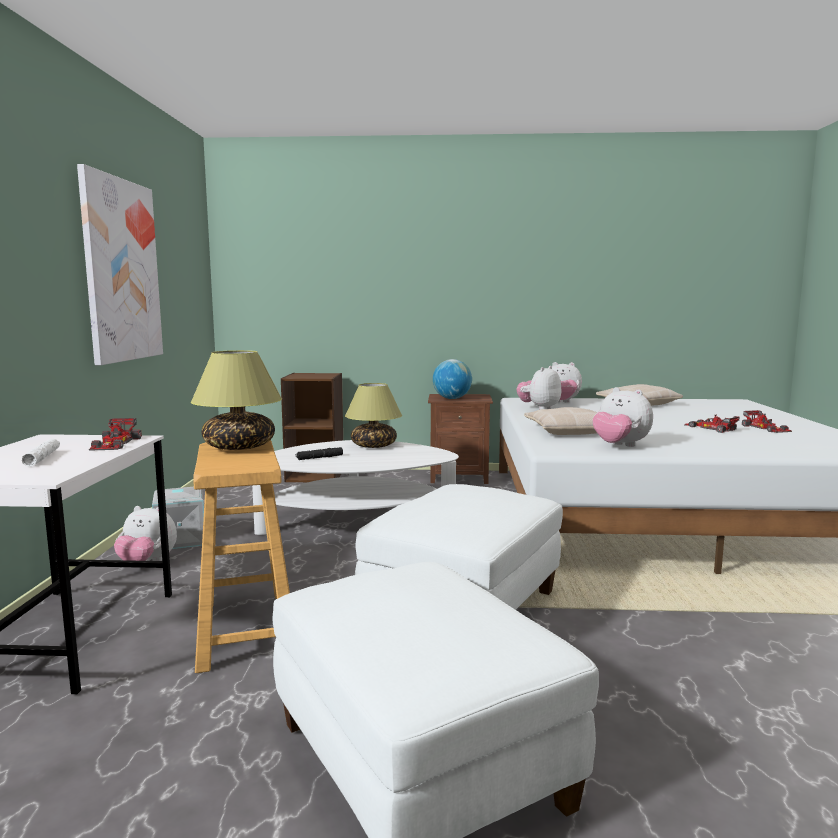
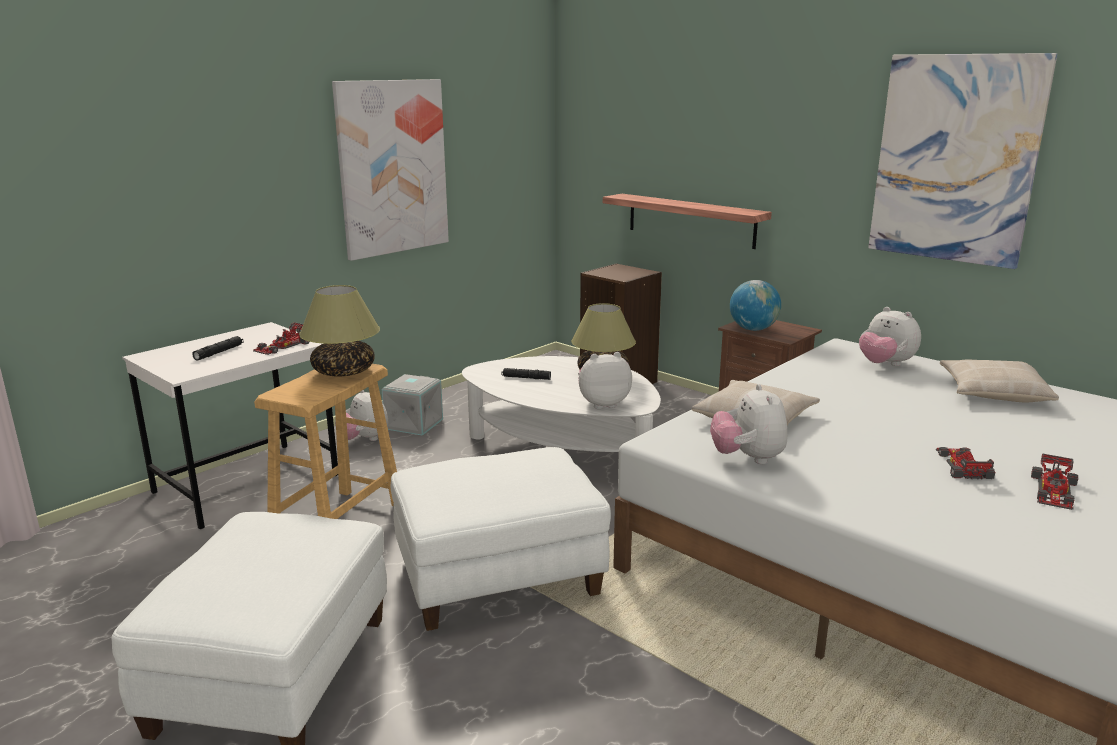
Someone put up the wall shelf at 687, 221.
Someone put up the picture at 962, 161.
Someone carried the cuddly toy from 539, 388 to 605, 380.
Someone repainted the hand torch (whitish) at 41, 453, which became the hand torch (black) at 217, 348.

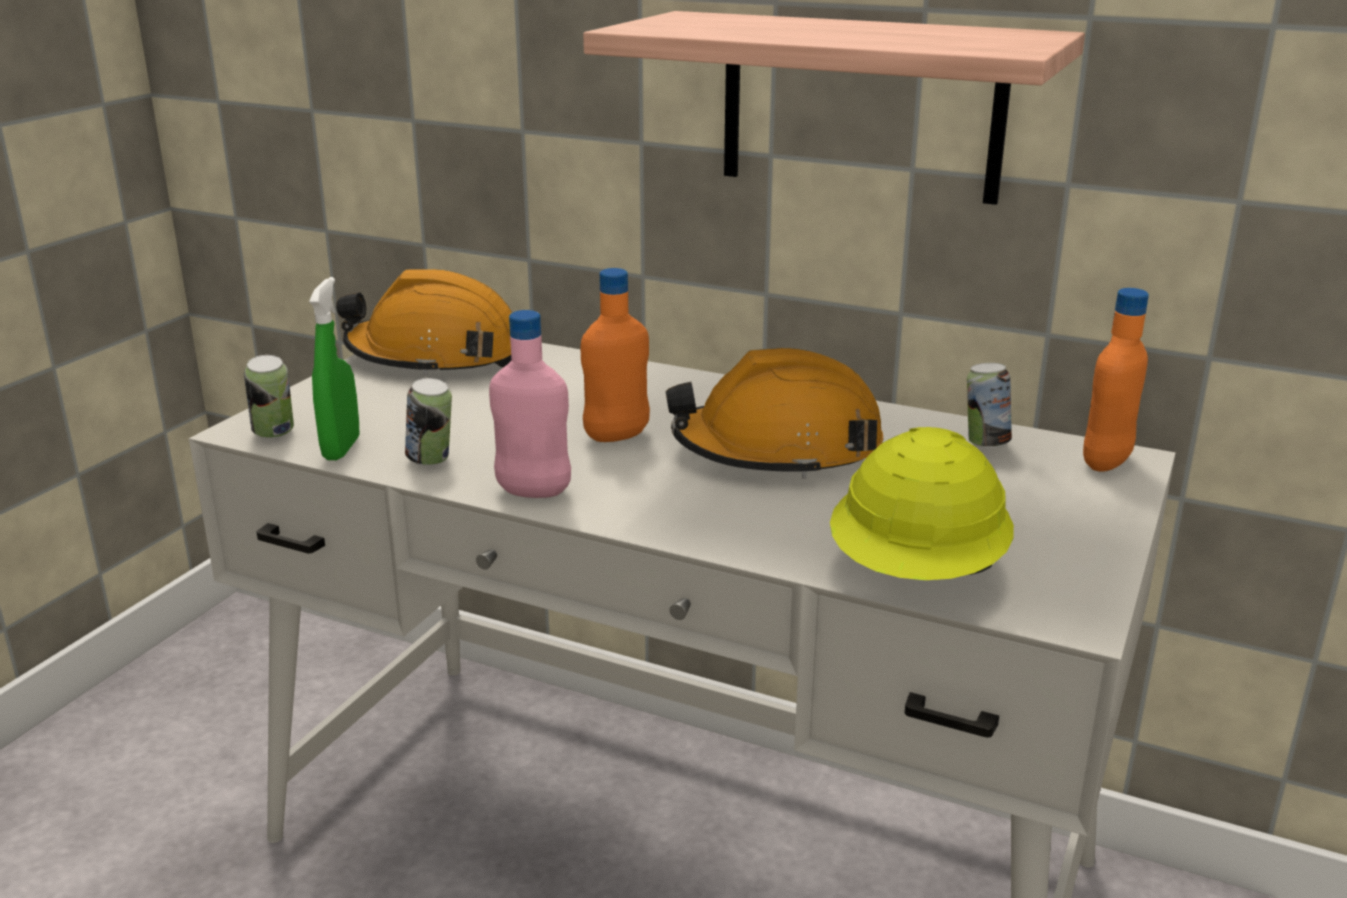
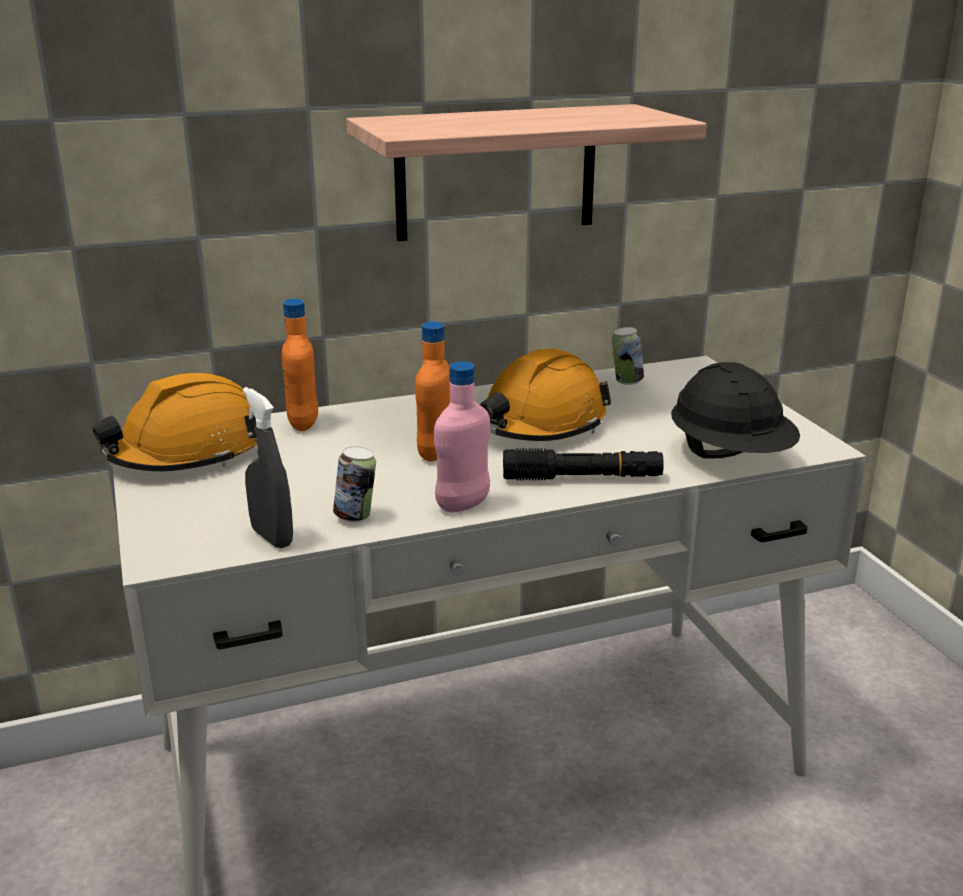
Someone took away the sealed can at 269, 397.
Someone put down the hand torch (black) at 583, 464.
Someone carried the beverage bottle (orange-coloured) from 1116, 380 to 300, 365.
Someone repainted the spray bottle (greenish) at 334, 368, which became the spray bottle (greyish) at 268, 467.
Someone repainted the work helmet (yellow) at 922, 503, which became the work helmet (black) at 735, 410.

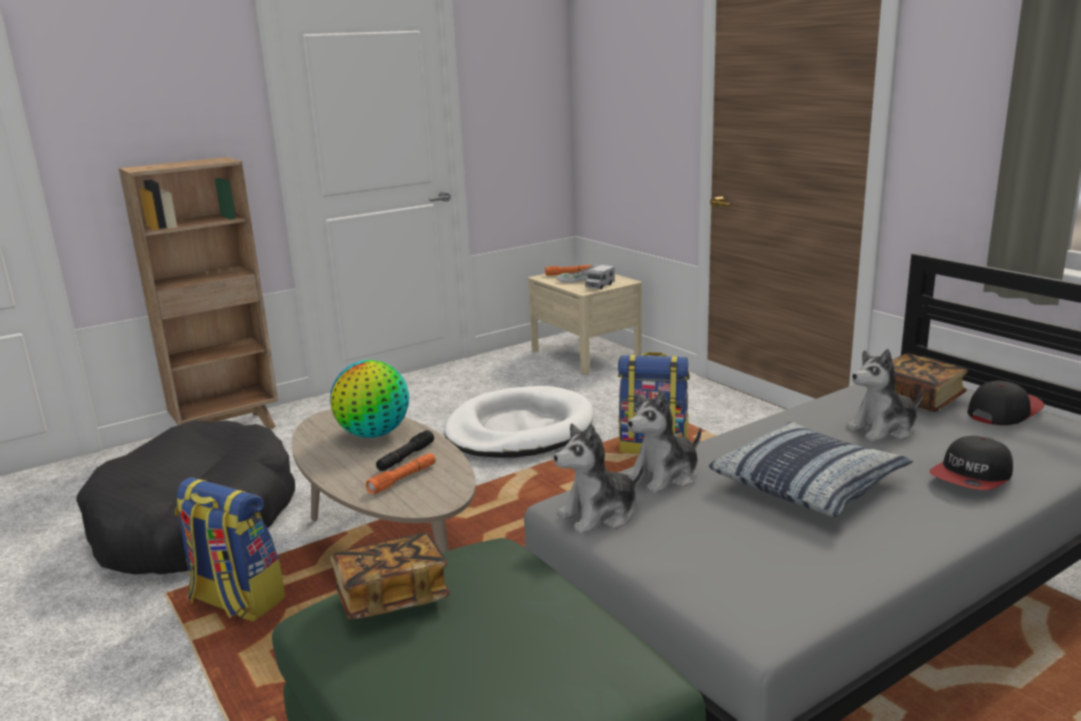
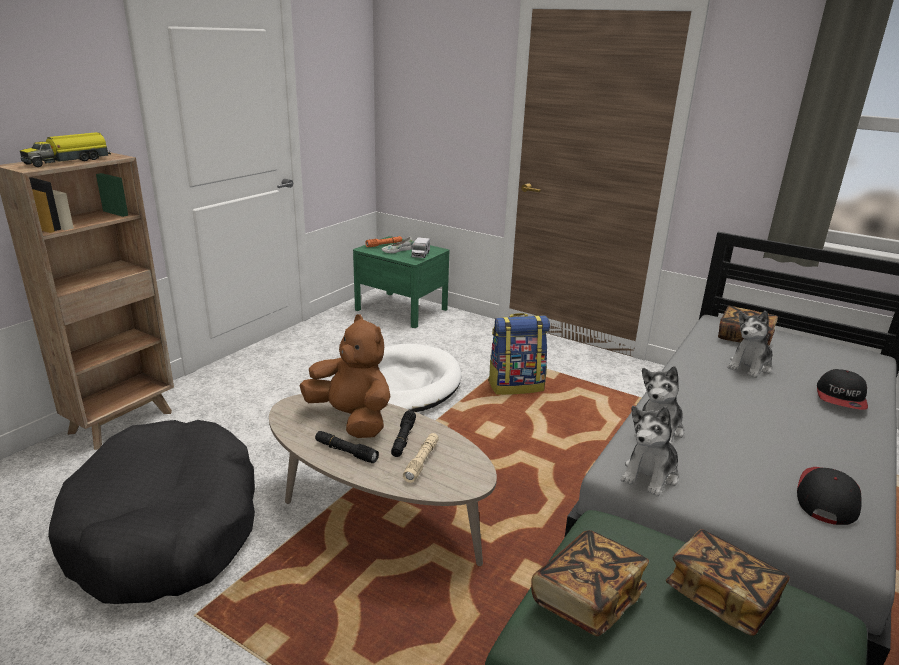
Someone took away the knapsack at 230, 549.
Someone took away the cushion at 811, 469.
Someone put down the toy truck at 65, 149.
Someone put down the hand torch (black) at 347, 447.
Someone put down the volume at 728, 582.
Someone carried the peaked cap from 1005, 402 to 829, 496.
Someone swapped the world globe at 369, 399 for the cuddly toy (brownish) at 345, 376.
Someone repainted the hand torch (orange-coloured) at 401, 473, which became the hand torch (sand-coloured) at 421, 458.
Someone repainted the night table (sand-coloured) at 585, 324, which became the night table (greenish) at 401, 282.

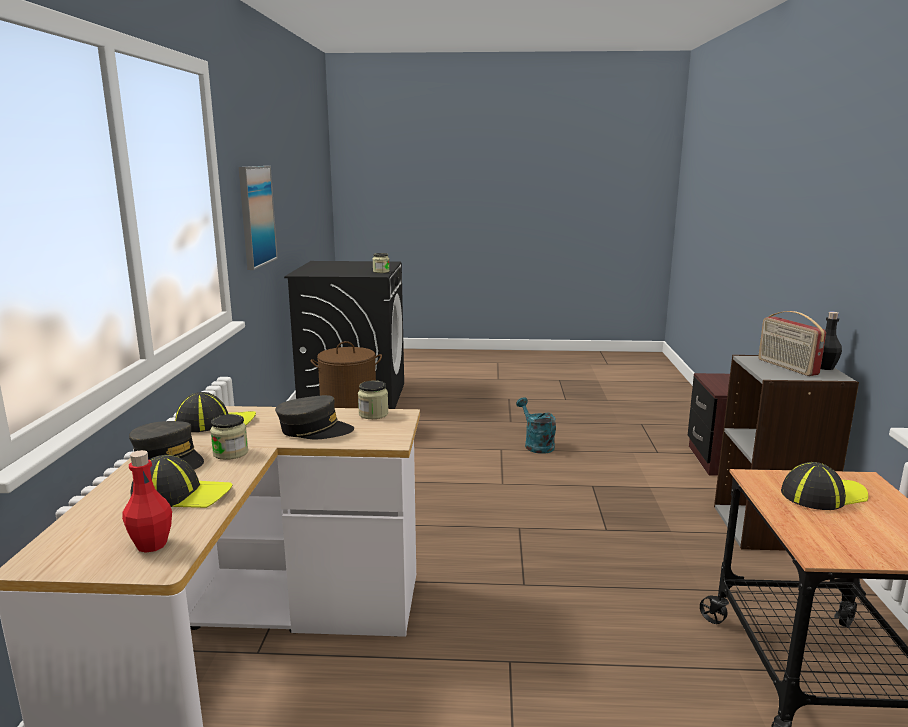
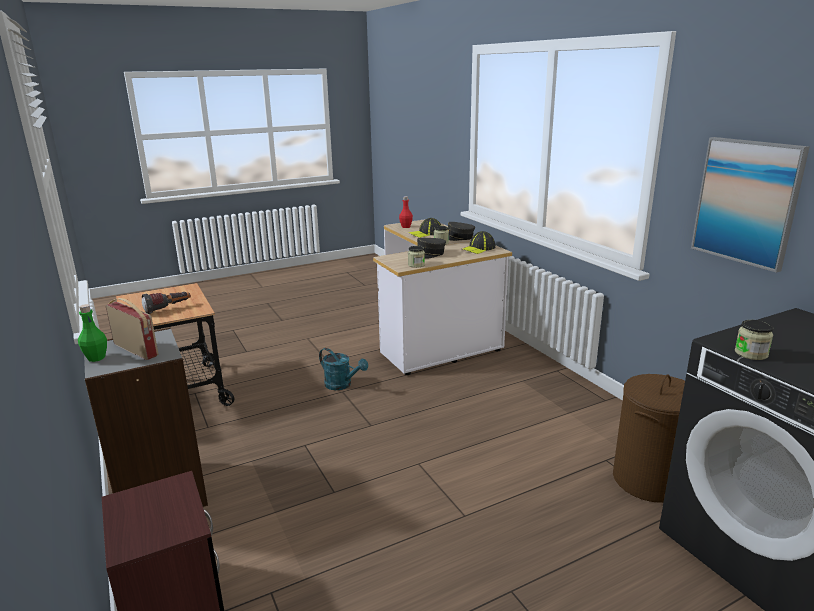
Someone carried the watering can (blue-green) from 536, 425 to 343, 369.
Someone swapped the peaked cap at 824, 486 for the hand torch at 166, 303.
Someone repainted the beverage bottle (black) at 831, 341, which became the beverage bottle (greenish) at 92, 333.

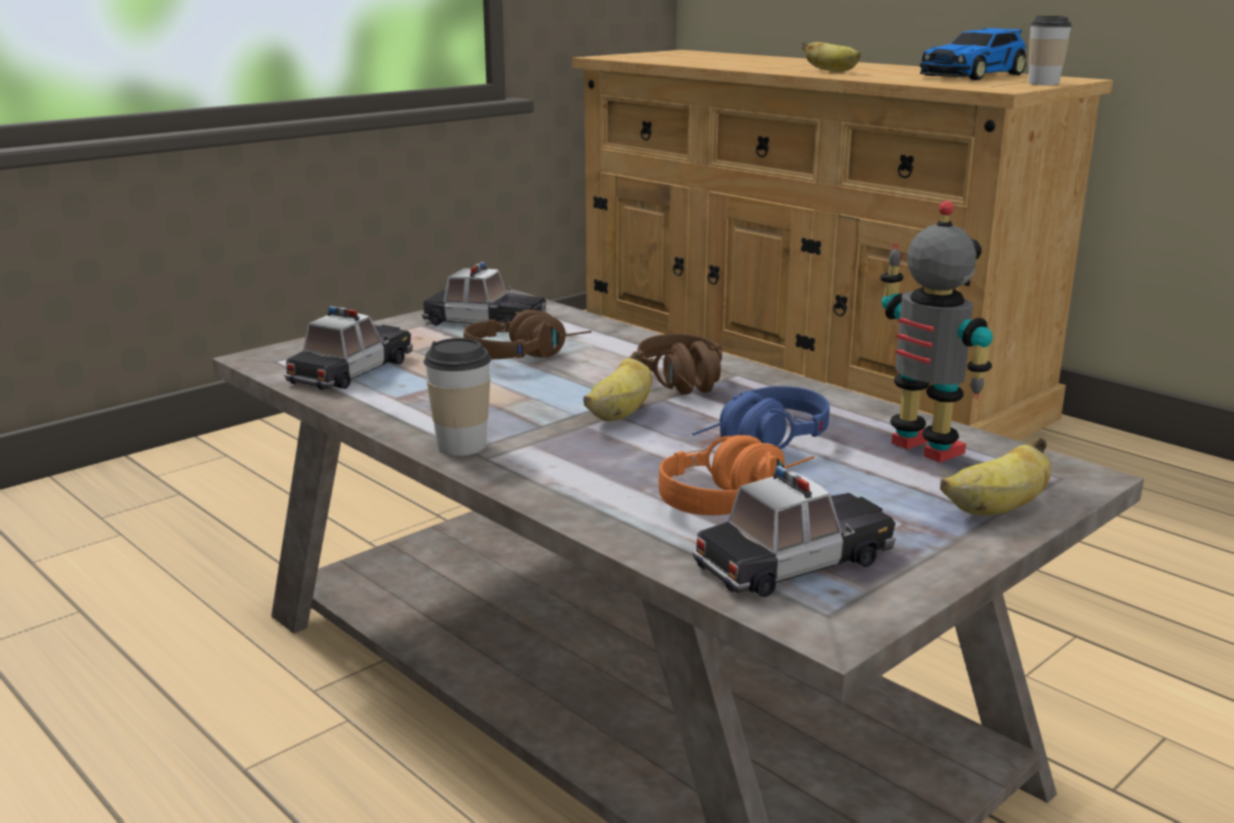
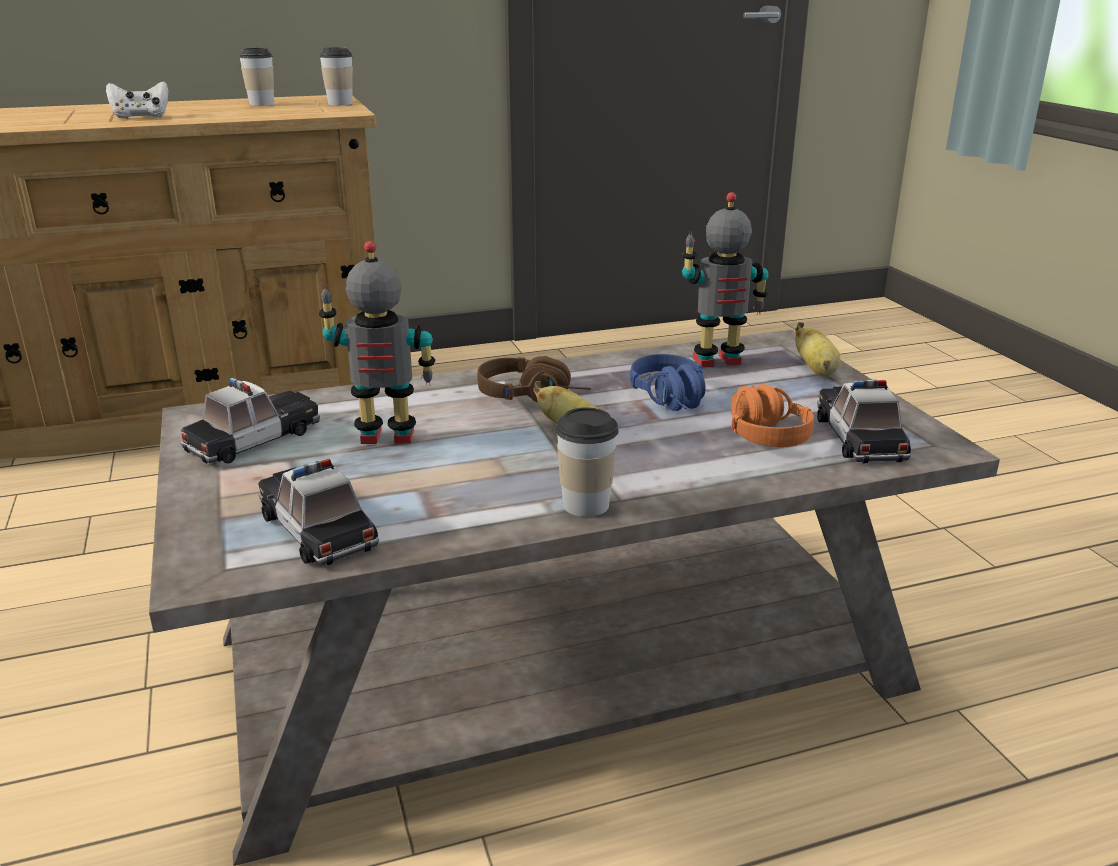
Someone swapped the headphones (brownish) at 528, 334 for the toy robot at 377, 342.
Someone swapped the whole banana at 831, 56 for the gamepad (whitish) at 137, 99.
Someone swapped the miniature car at 973, 54 for the drinking cup at 256, 76.

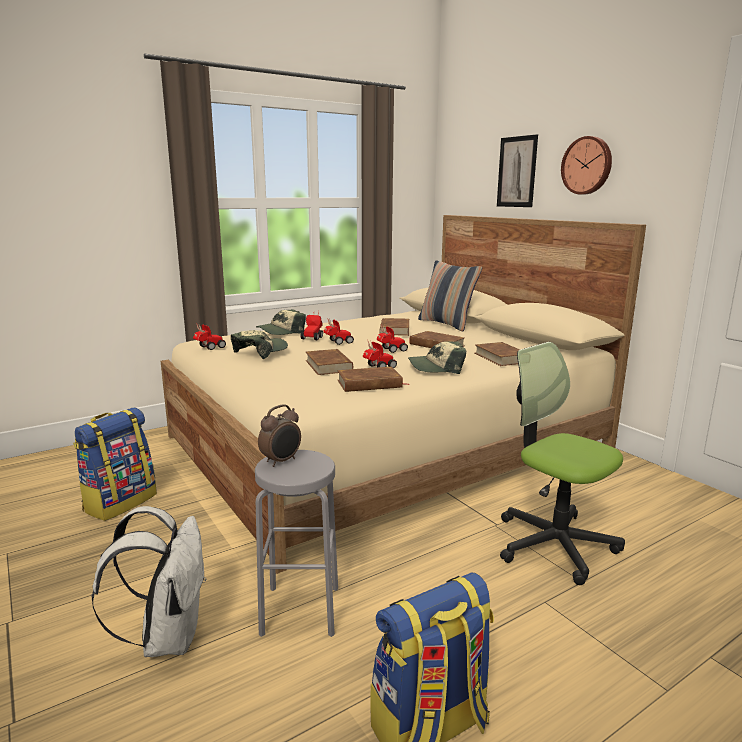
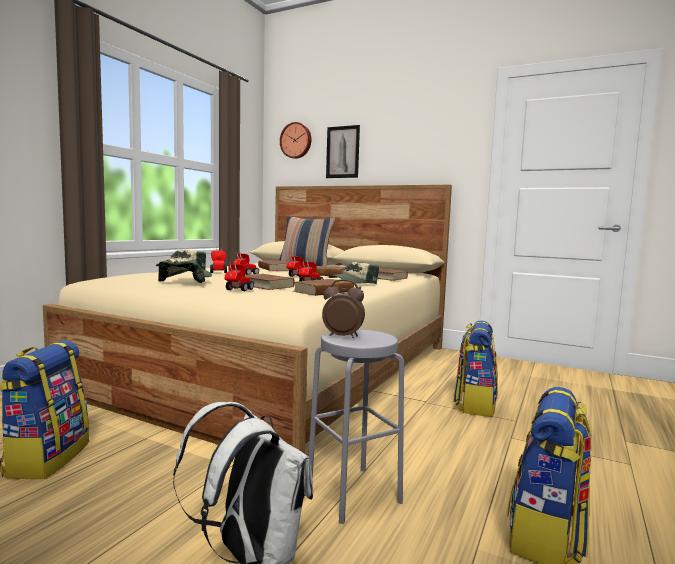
Someone carried the miniature car from 209, 336 to 239, 276.
Someone carried the wall clock from 586, 165 to 295, 140.
Someone swapped the office chair at 562, 463 for the knapsack at 475, 368.
Someone rotated the table clock at 279, 435 by 90 degrees counterclockwise.

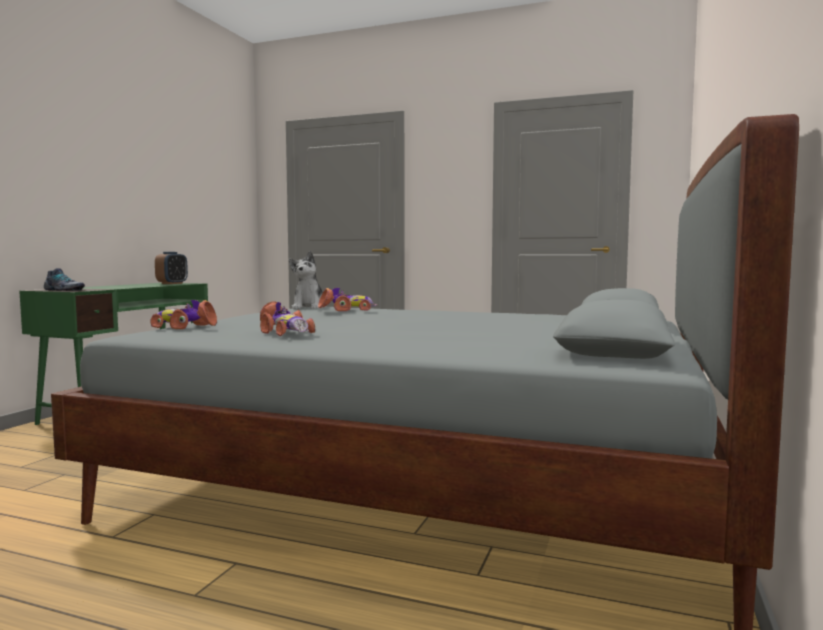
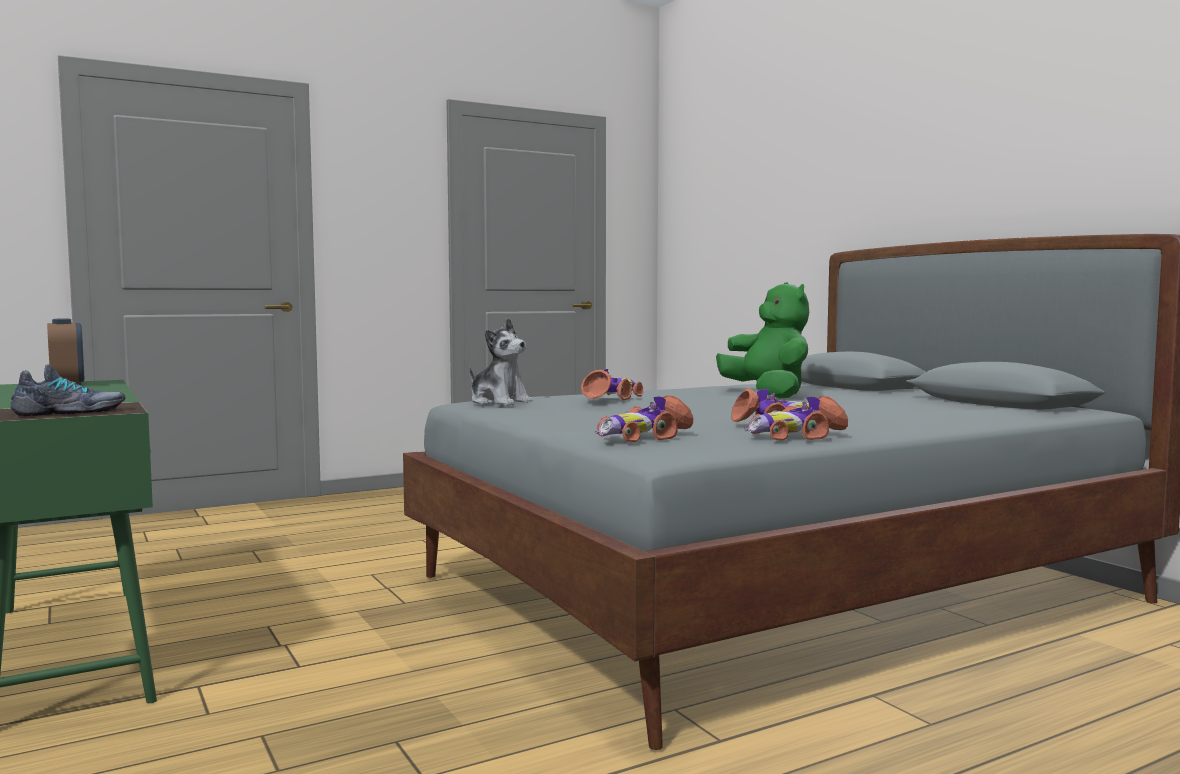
Someone put down the cuddly toy (greenish) at 762, 340.
Someone put down the miniature car at 796, 418.

